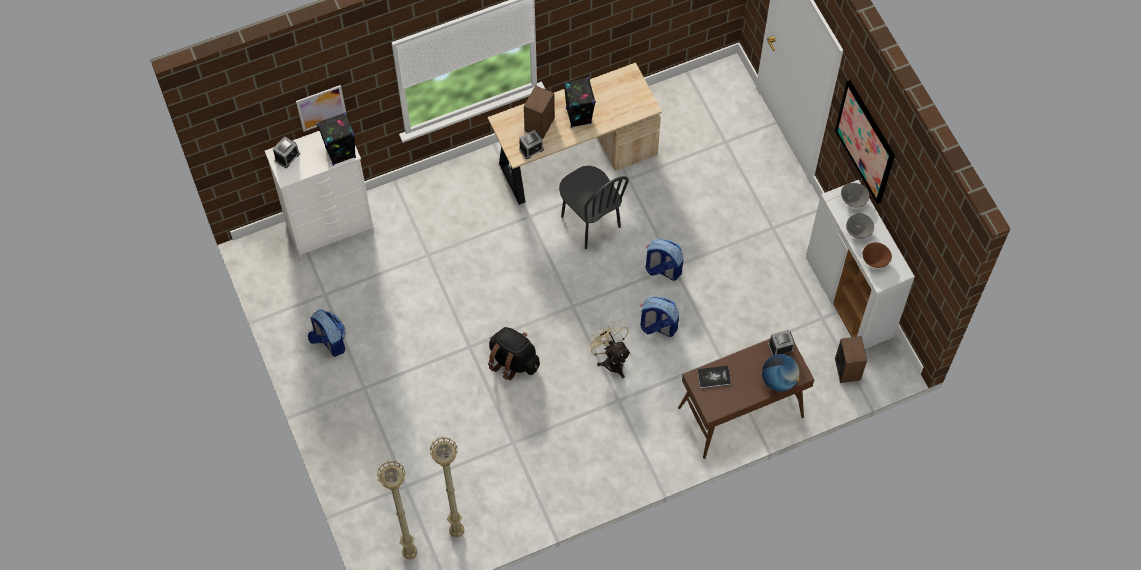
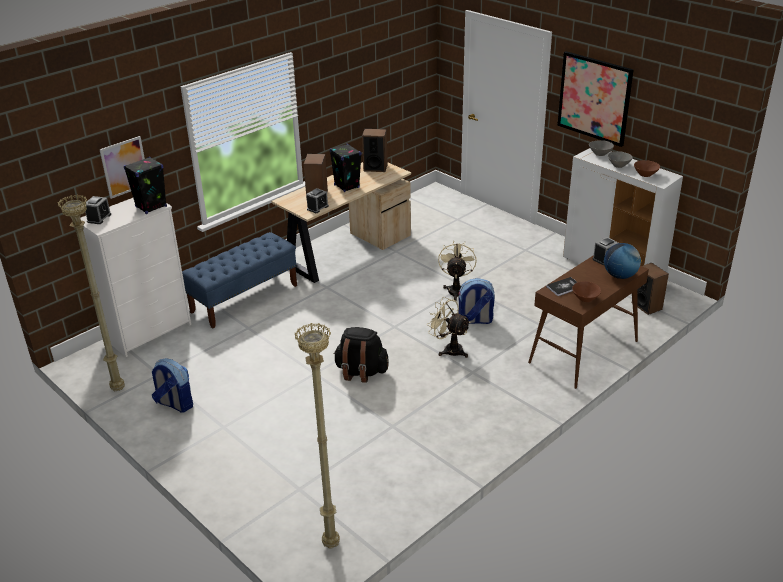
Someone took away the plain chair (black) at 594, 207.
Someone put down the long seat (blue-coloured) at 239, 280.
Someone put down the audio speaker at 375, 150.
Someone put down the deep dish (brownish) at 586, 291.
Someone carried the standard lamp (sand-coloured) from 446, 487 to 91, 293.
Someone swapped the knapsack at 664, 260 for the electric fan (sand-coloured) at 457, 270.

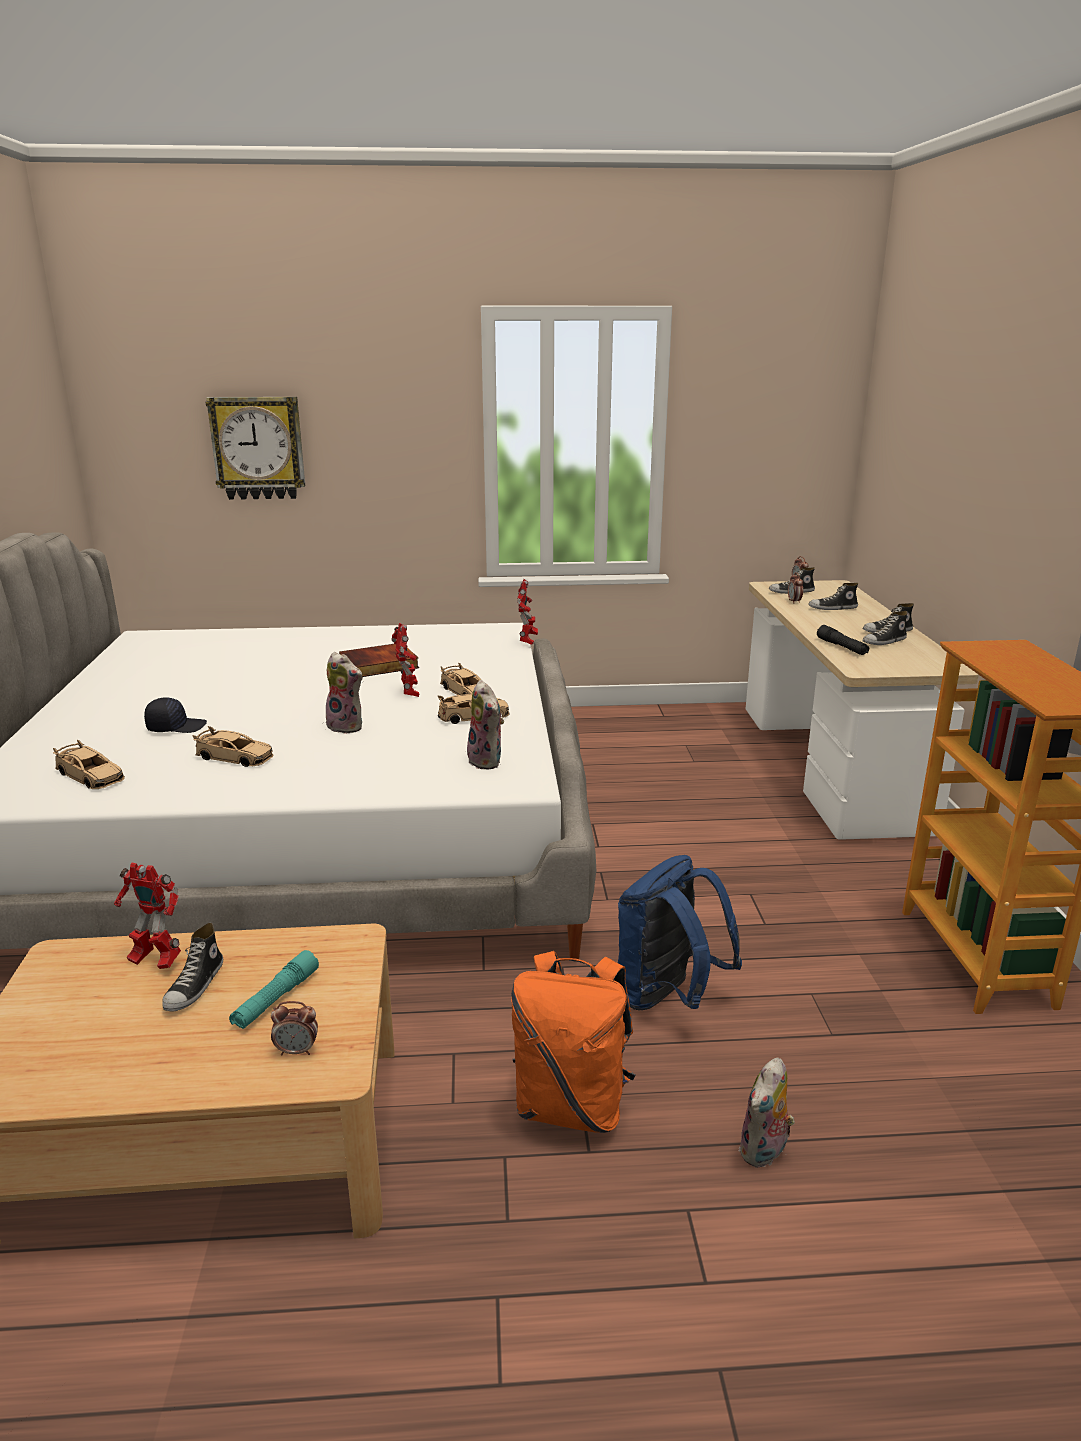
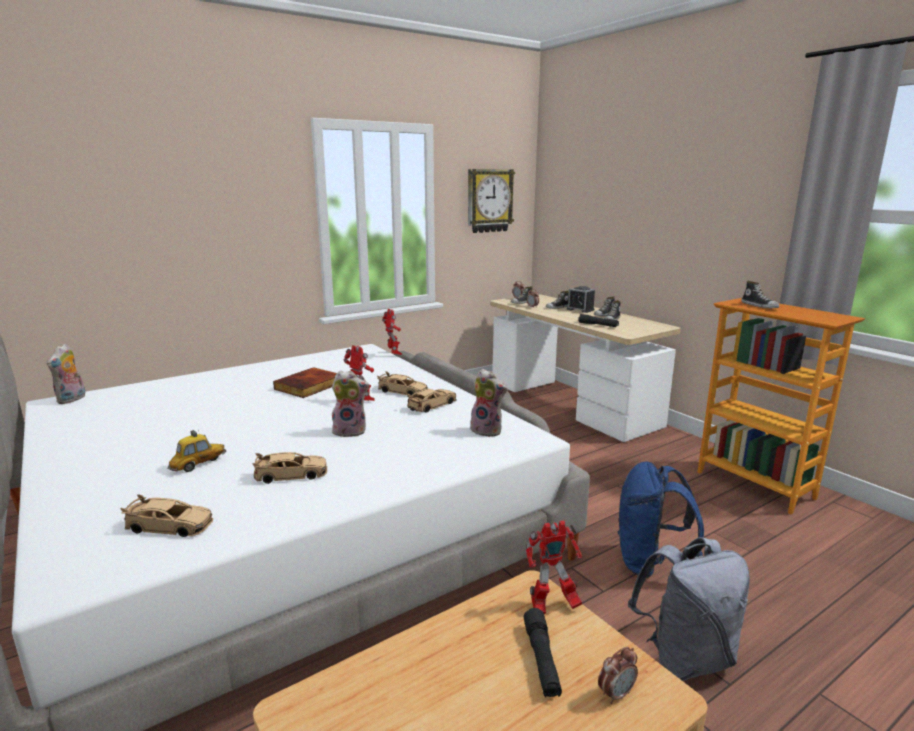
Someone put down the table clock at 581, 299.
Someone carried the toy robot from 147, 916 to 554, 567.
Someone carried the low shoe from 192, 967 to 760, 294.
Someone carried the wall clock from 255, 448 to 491, 201.
Someone carried the cuddly toy from 768, 1112 to 66, 374.
Someone swapped the peaked cap (black) at 175, 715 for the miniature car at 196, 451.
Someone repainted the hand torch (blue-green) at 274, 989, which became the hand torch (black) at 543, 652.
Someone repainted the knapsack (orange-coloured) at 573, 1042, which became the knapsack (greyish) at 689, 609.

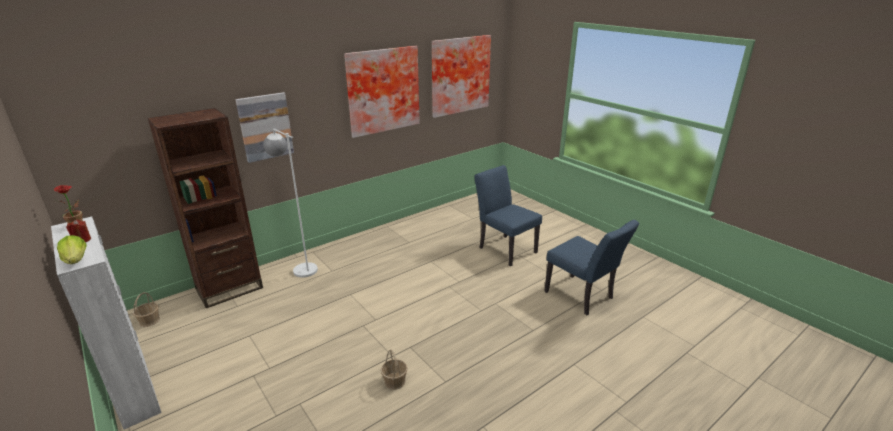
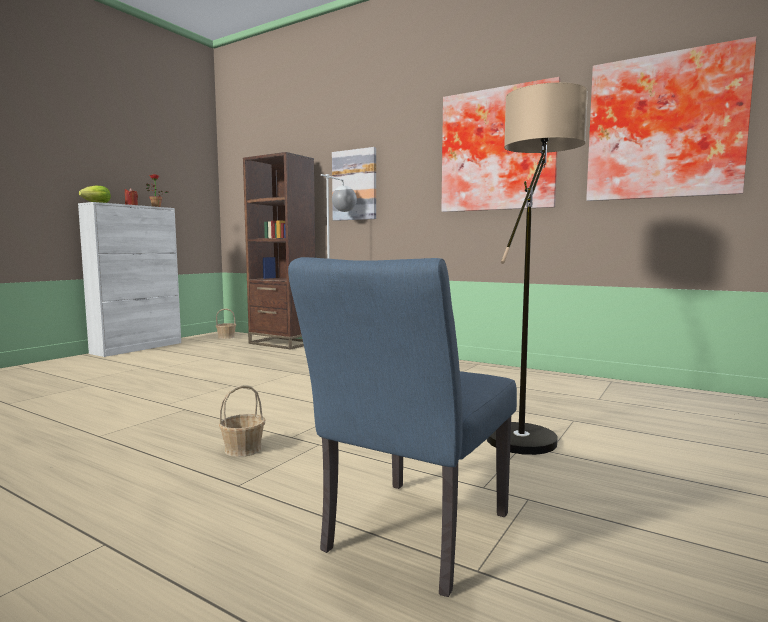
Someone carried the basket from 394, 369 to 242, 421.
Someone swapped the plain chair (blue-coloured) at 508, 215 for the standard lamp at 537, 268.

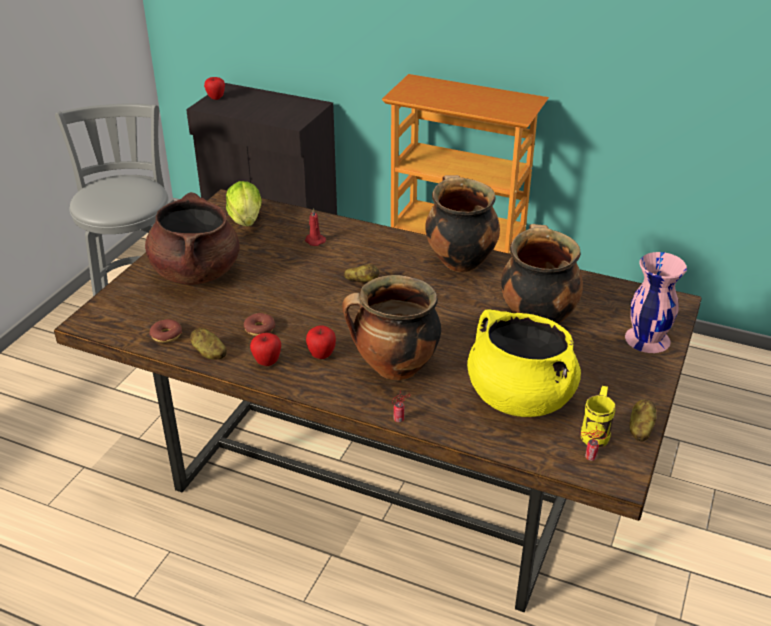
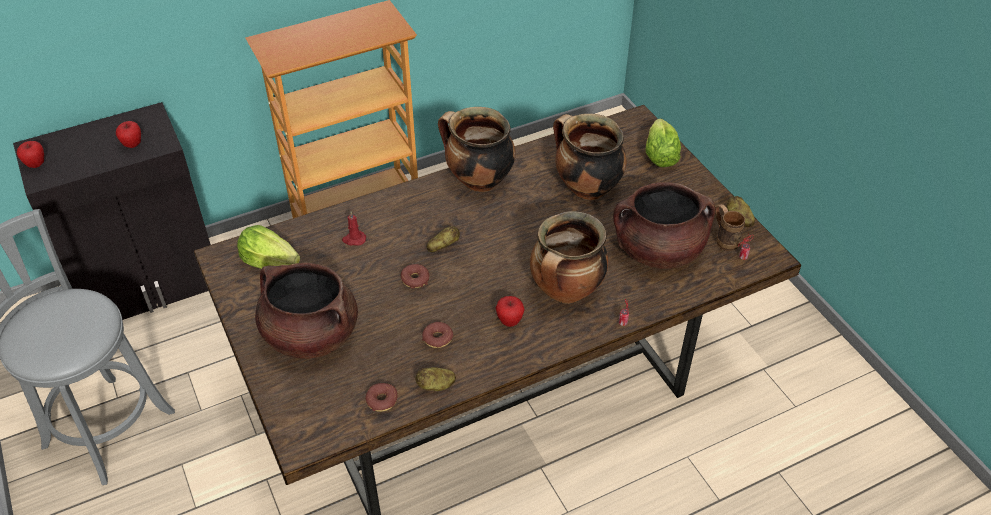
Someone put down the ring doughnut at 415, 276.
Someone carried the apple from 265, 349 to 128, 134.
Someone swapped the decorative vase (pink) at 656, 302 for the lettuce head at 663, 143.
Someone repainted the cooking pot (yellow) at 524, 363, which became the cooking pot (brownish) at 664, 225.
Someone repainted the coffee mug (yellow) at 598, 416, which became the coffee mug (brownish) at 730, 227.

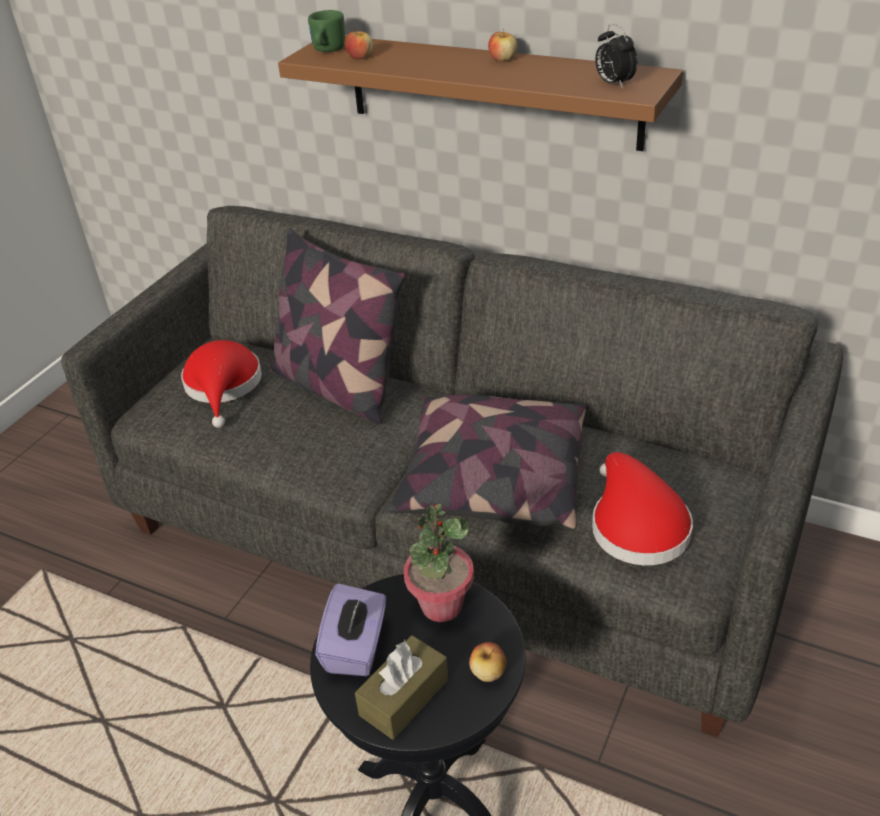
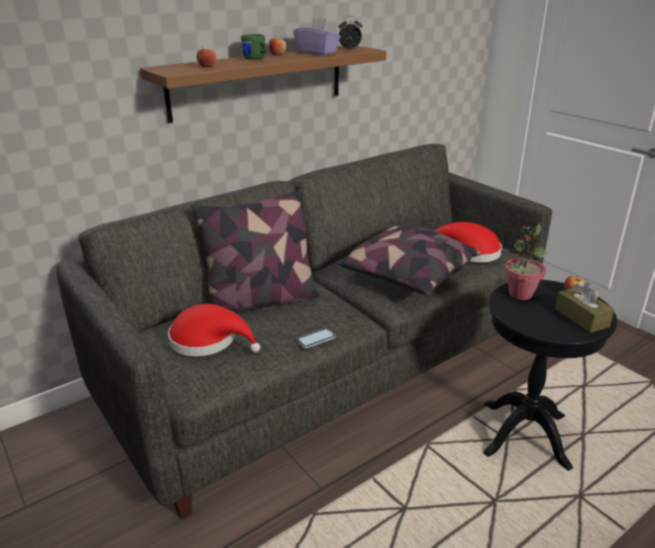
Someone put down the handset at 316, 338.
Someone carried the coffee mug (greenish) from 326, 31 to 254, 47.
Someone carried the tissue box (purple-coloured) from 350, 629 to 316, 36.

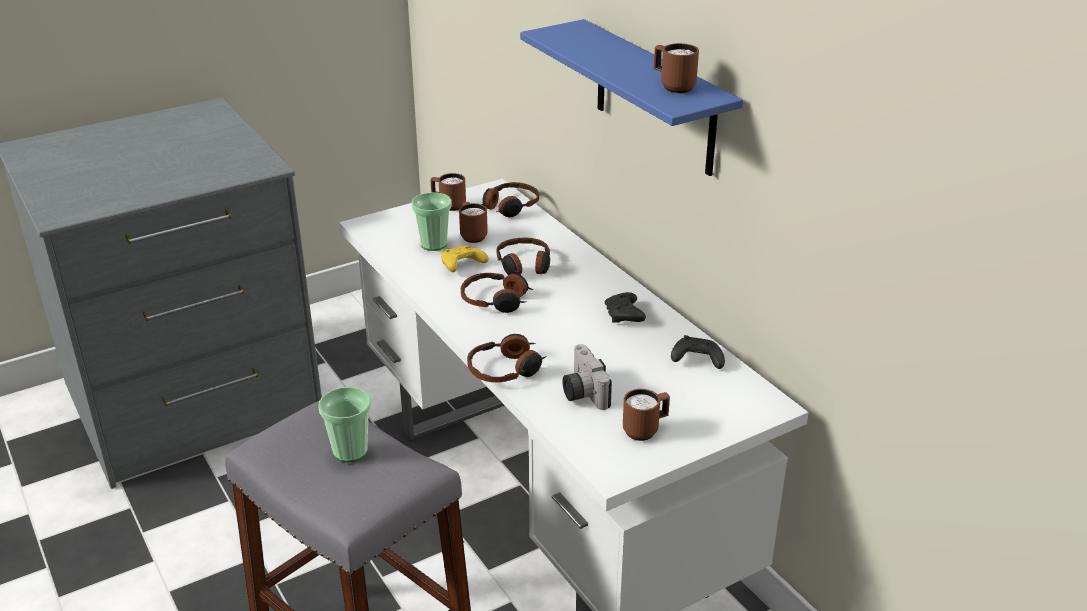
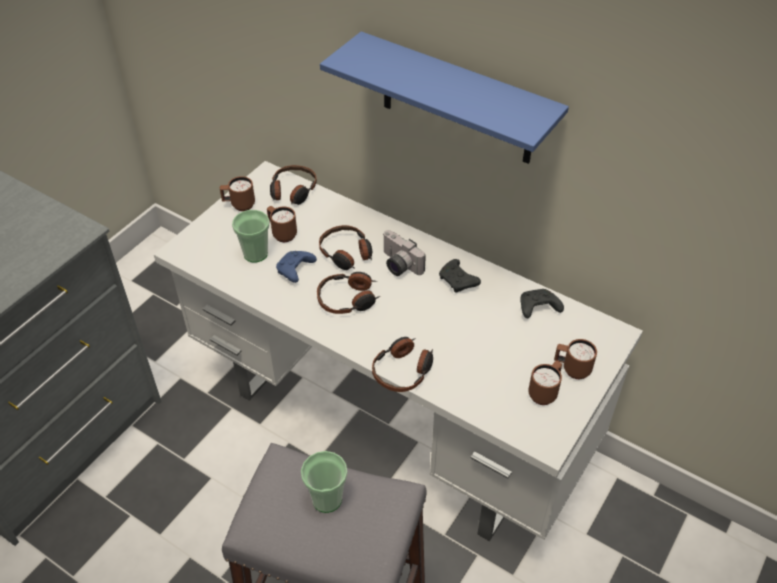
Someone carried the still camera from 587, 377 to 404, 253.
Someone carried the coffee mug (brownish) from 676, 68 to 575, 359.
Someone repainted the gamepad (yellow) at 465, 259, which became the gamepad (blue-coloured) at 296, 267.

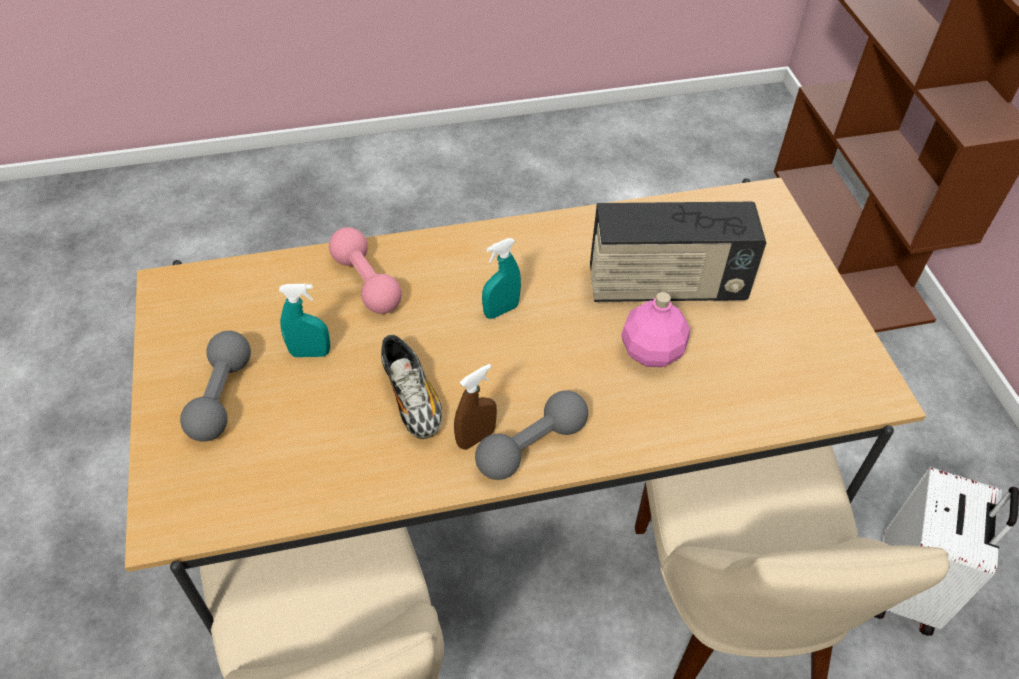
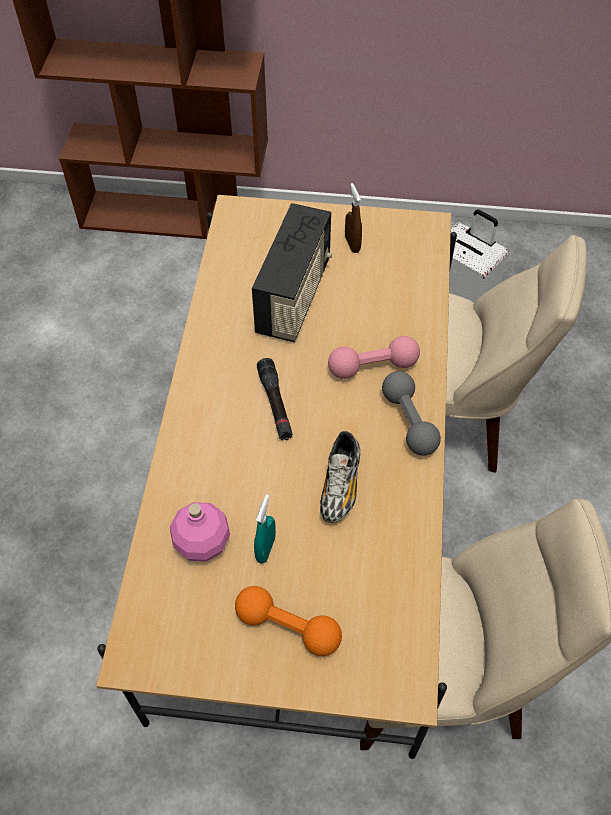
Someone carried the dumbbell (pink) from 365, 270 to 374, 357.
Someone carried the spray bottle (brownish) from 475, 407 to 353, 218.
Someone carried the beverage bottle (pink) from 655, 329 to 200, 532.
Someone swapped the spray bottle (blue-green) at 501, 278 for the hand torch (black) at 275, 399.
Someone repainted the dumbbell (greyish) at 215, 386, which became the dumbbell (orange-coloured) at 288, 621.
Someone rotated the low shoe at 411, 387 by 105 degrees clockwise.

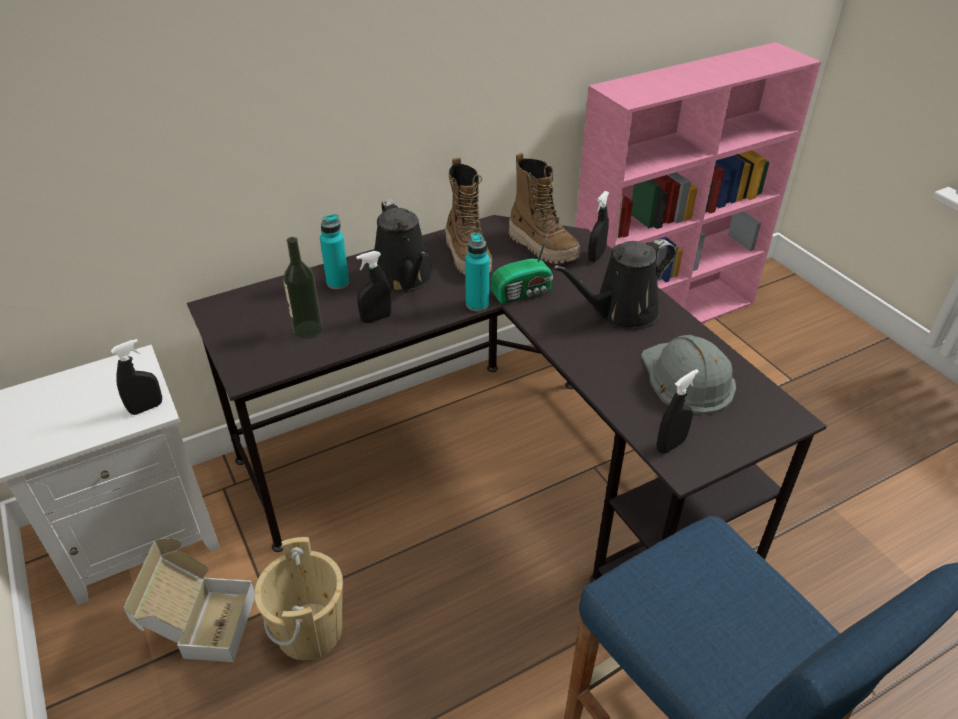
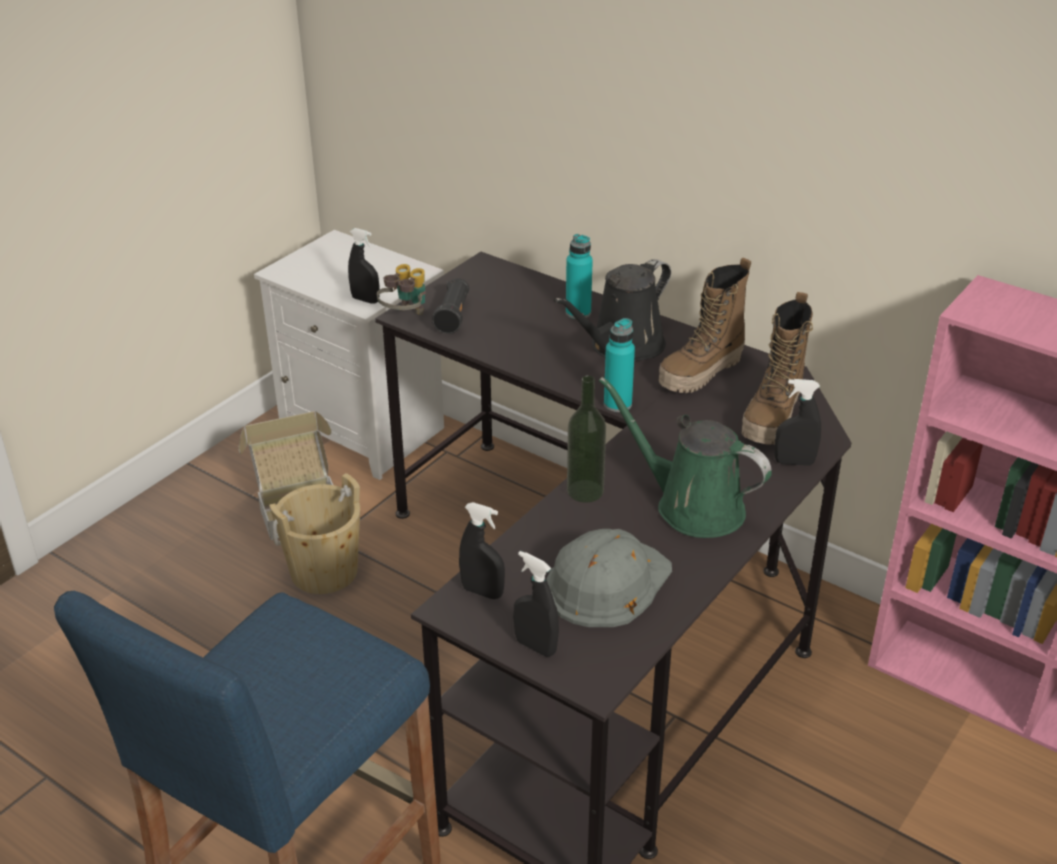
Someone took away the radio at 522, 267.
Someone put down the field glasses at 401, 289.
Someone put down the hand torch (black) at 450, 306.
Someone carried the beverage bottle from 303, 288 to 586, 439.
Someone carried the spray bottle (black) from 374, 287 to 536, 604.
Someone repainted the watering can (black) at 614, 284, which became the watering can (greenish) at 685, 457.

